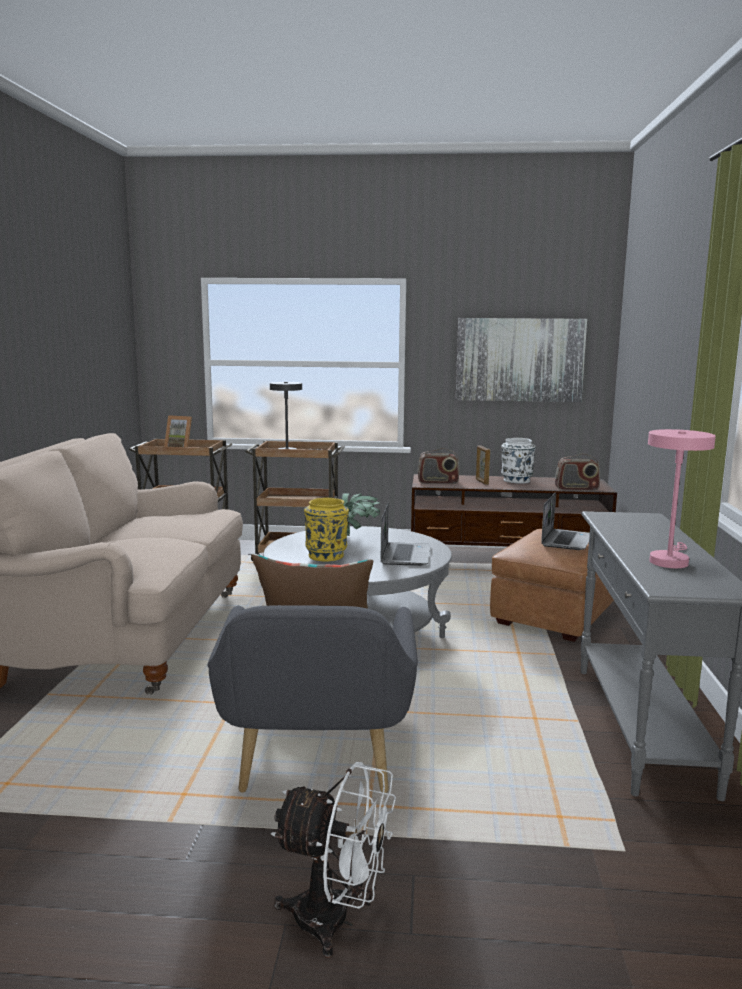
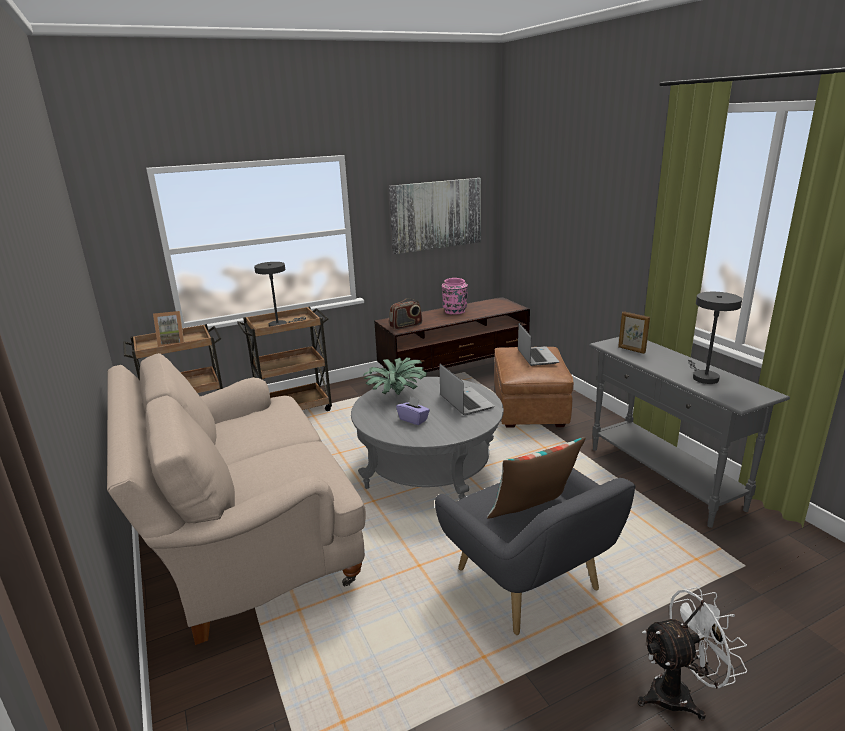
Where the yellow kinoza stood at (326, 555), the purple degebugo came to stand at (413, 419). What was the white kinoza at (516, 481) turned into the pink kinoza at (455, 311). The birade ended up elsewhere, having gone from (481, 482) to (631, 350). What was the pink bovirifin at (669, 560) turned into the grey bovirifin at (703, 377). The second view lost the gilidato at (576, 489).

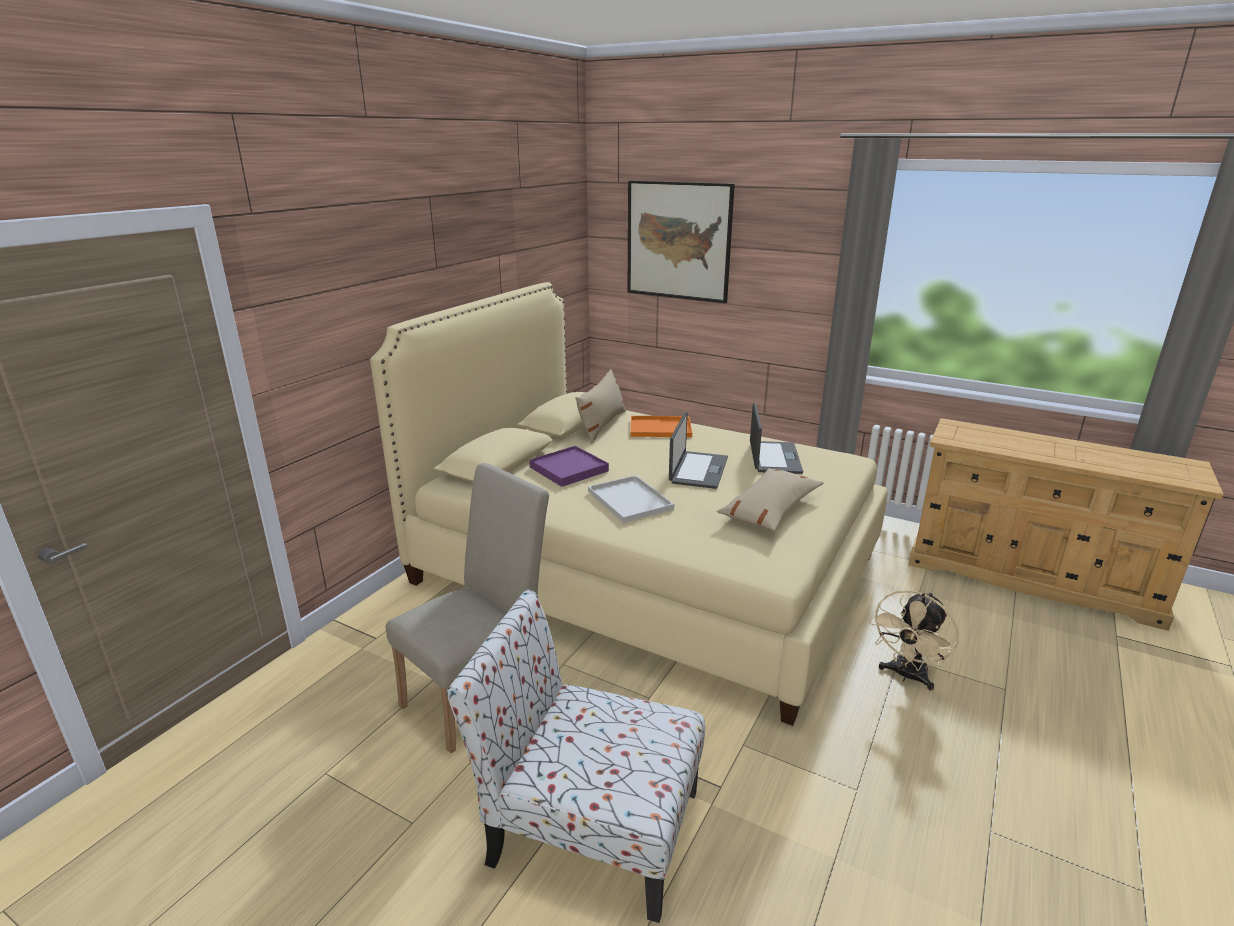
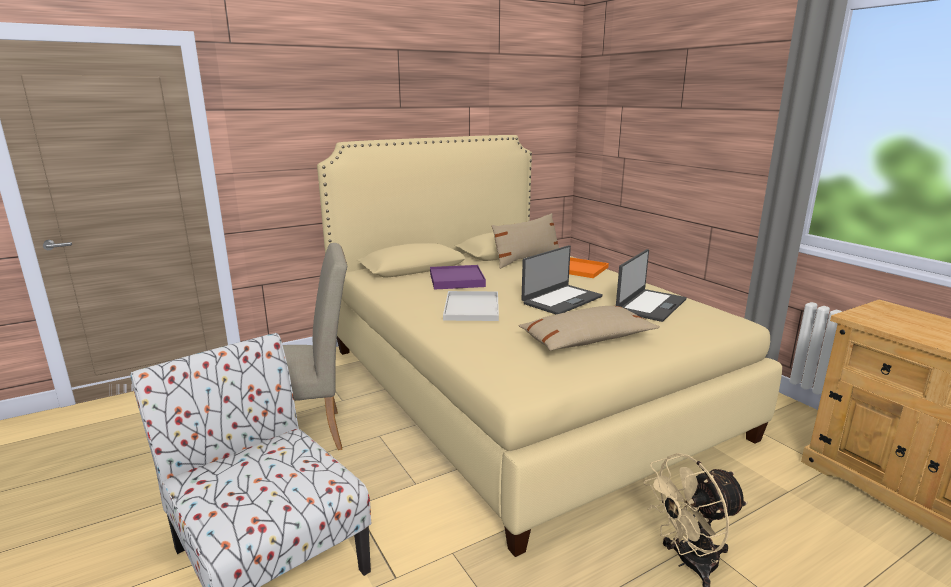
The second view lost the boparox at (678, 241).

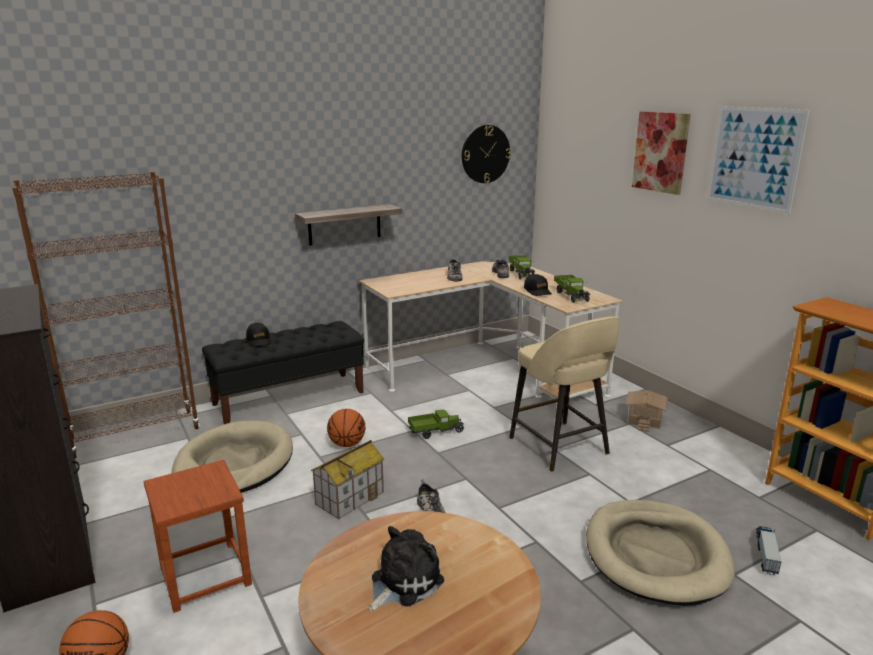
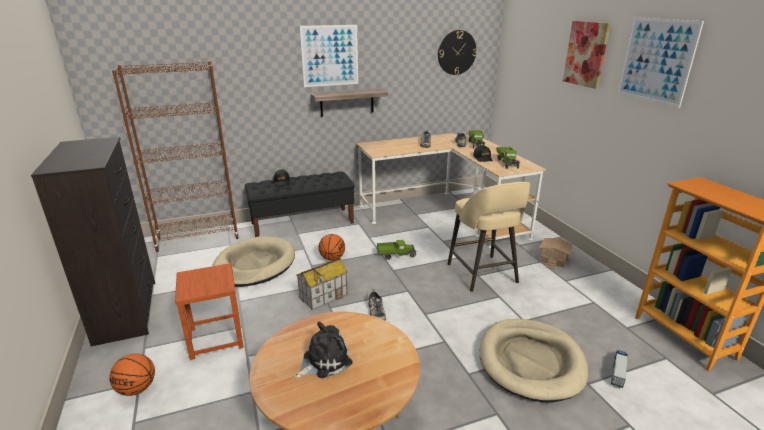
The second view gained the boparox at (330, 56).

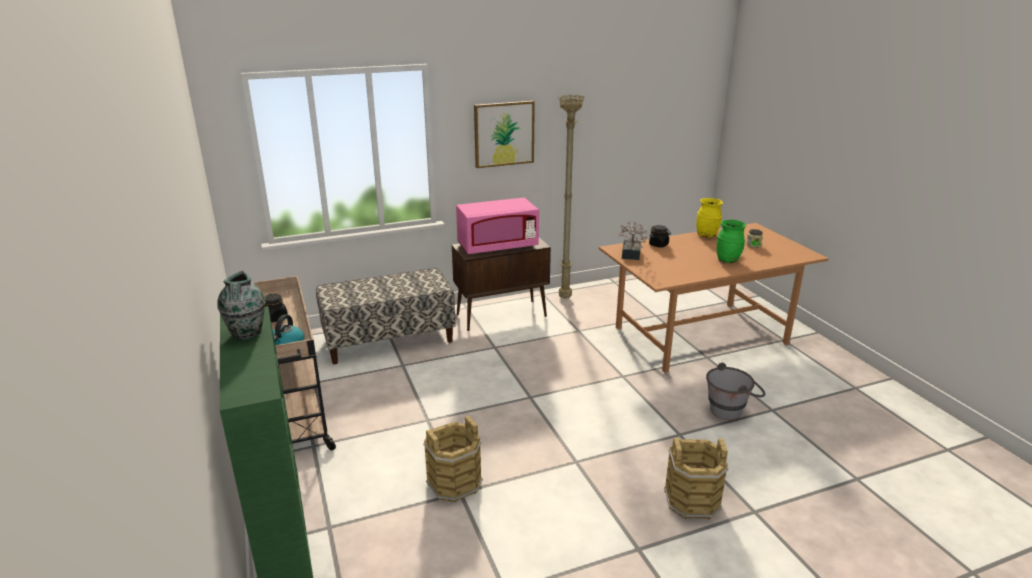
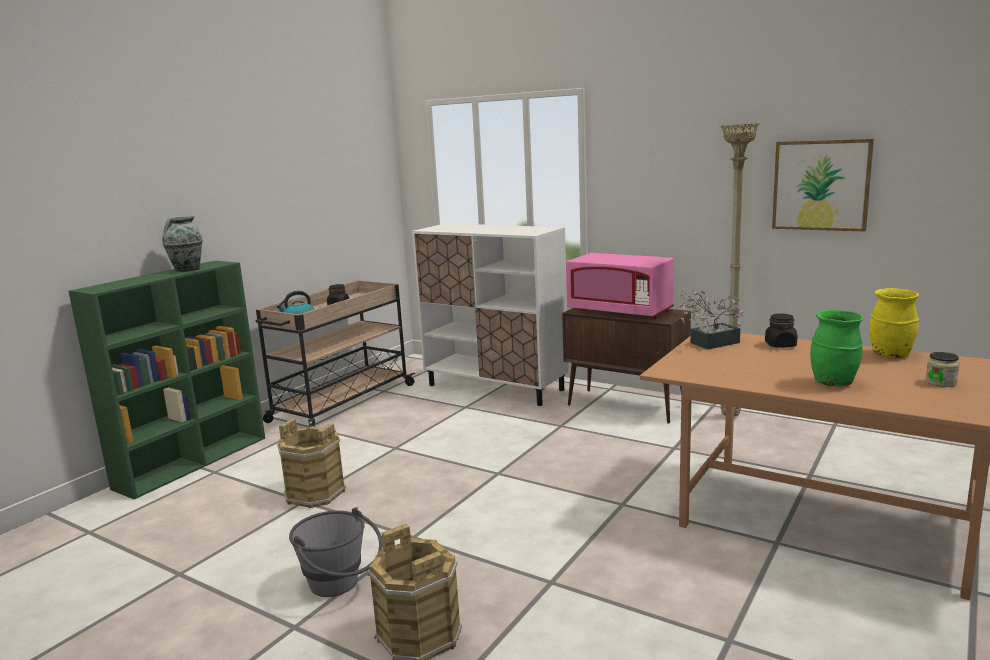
The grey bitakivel ended up elsewhere, having gone from (731, 410) to (341, 586). Where the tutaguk stood at (389, 340), the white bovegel came to stand at (496, 387). The boparox ended up elsewhere, having gone from (504, 134) to (821, 185).

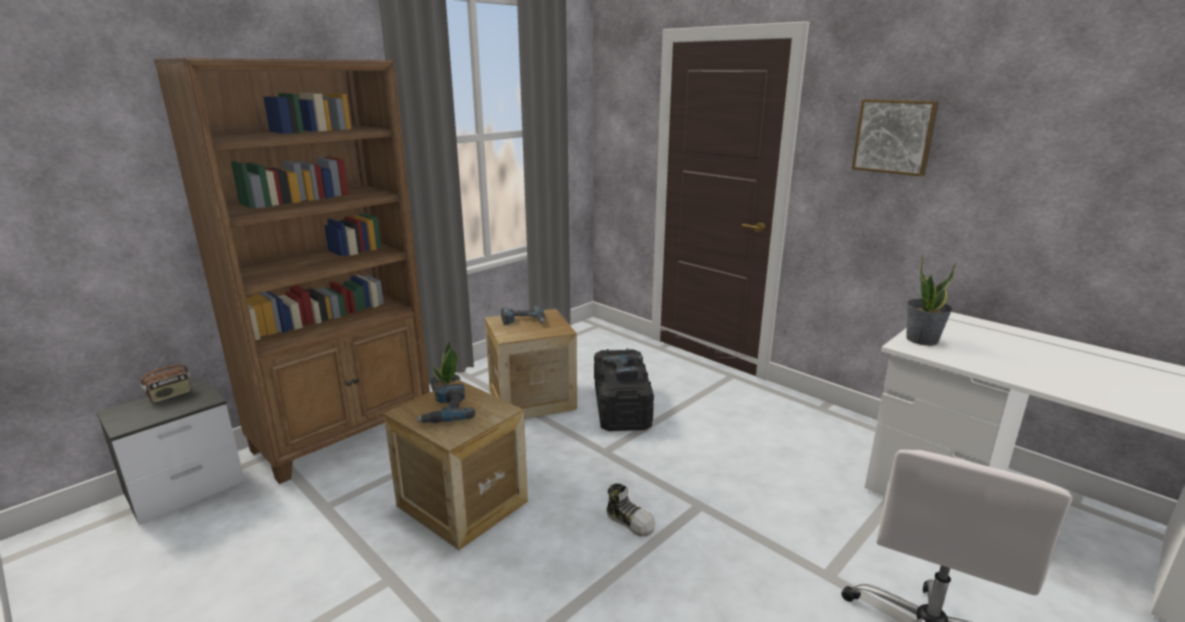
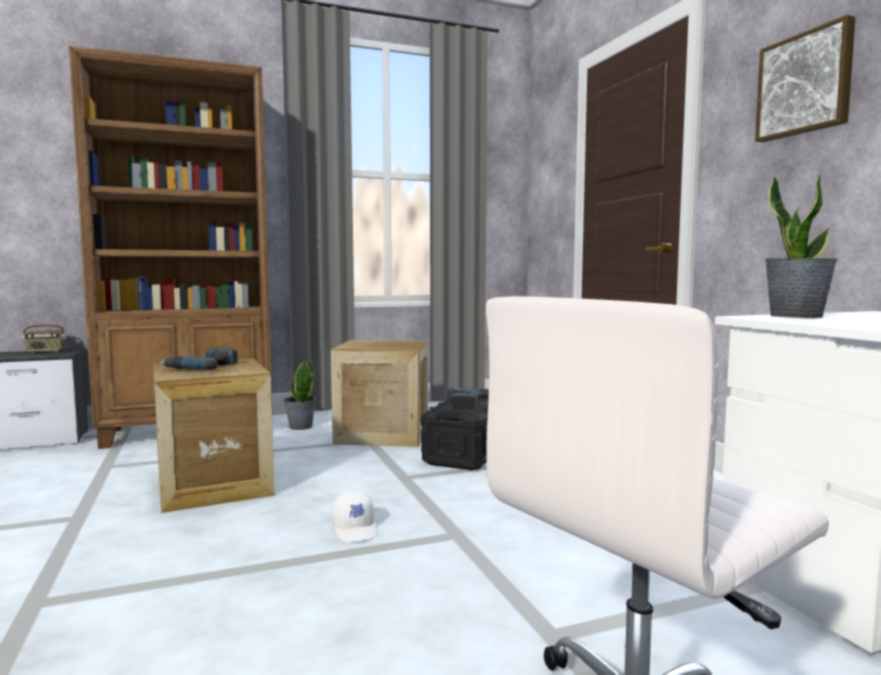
Where the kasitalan stood at (630, 521), the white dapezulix came to stand at (356, 529). The second view lost the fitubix at (523, 320).

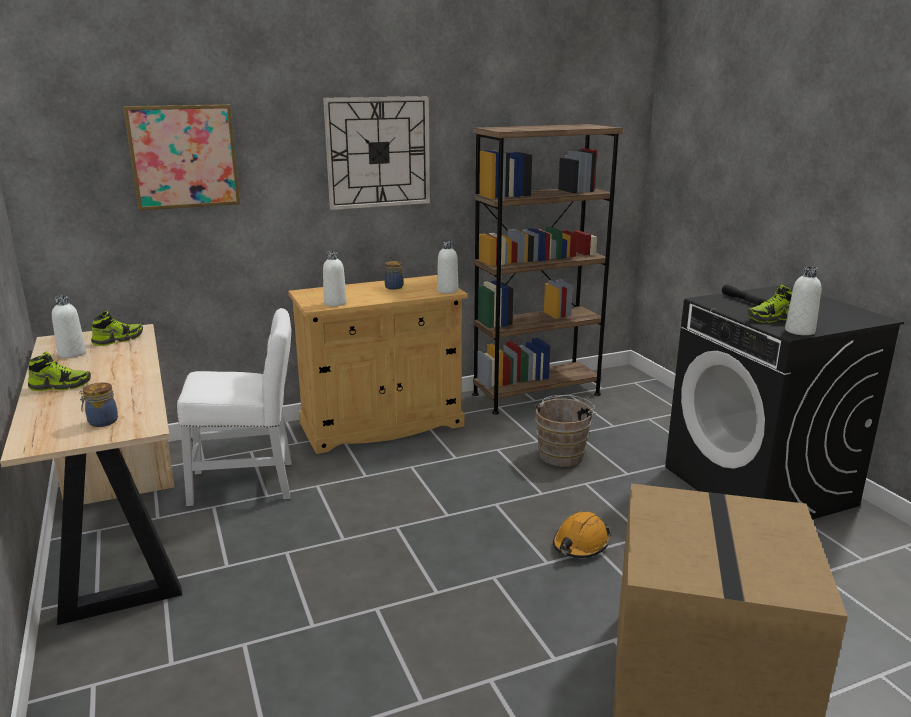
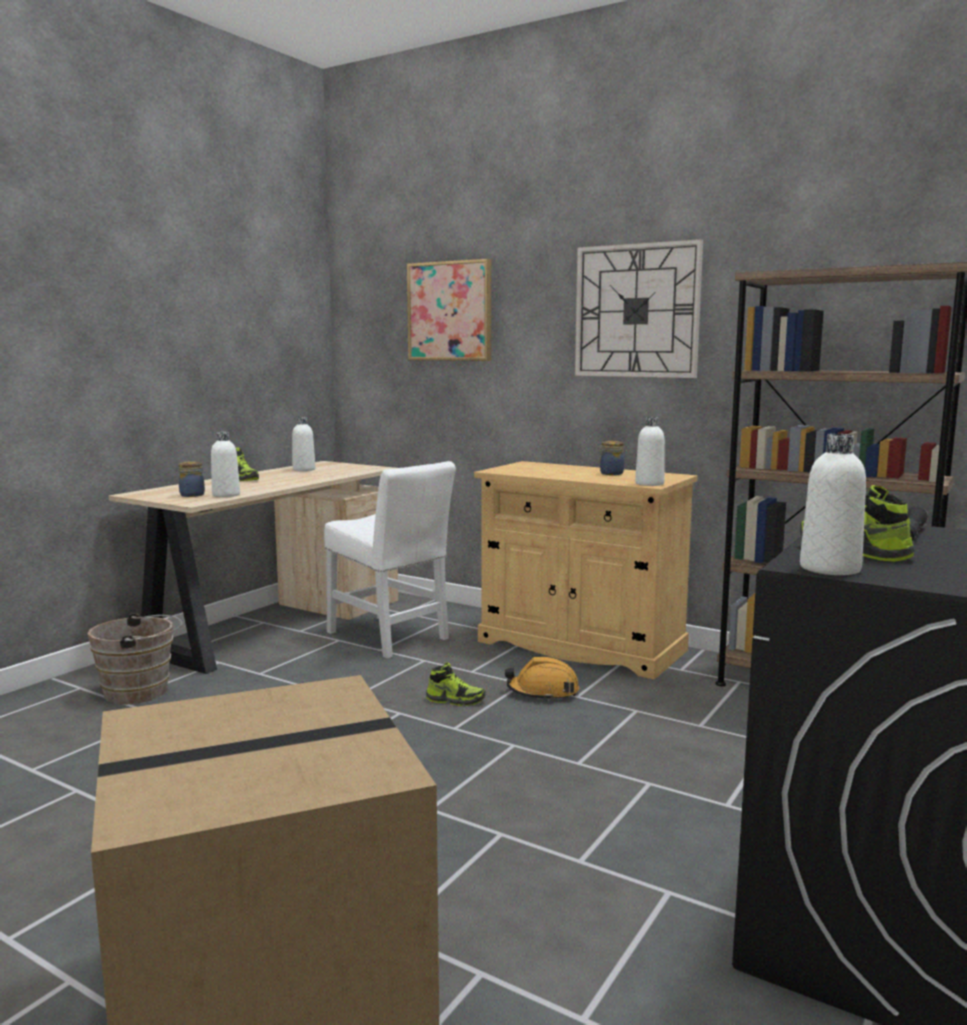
The brown bitakivel ended up elsewhere, having gone from (562, 454) to (142, 692). The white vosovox ended up elsewhere, having gone from (335, 303) to (226, 495). The kasitalan ended up elsewhere, having gone from (118, 340) to (455, 700). The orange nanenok ended up elsewhere, having gone from (580, 545) to (543, 692).

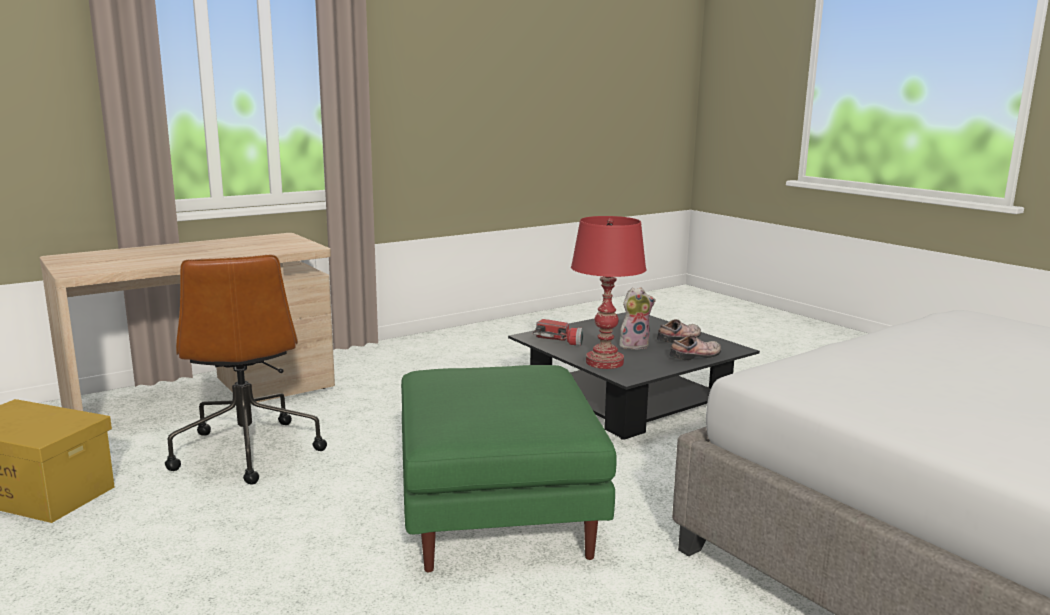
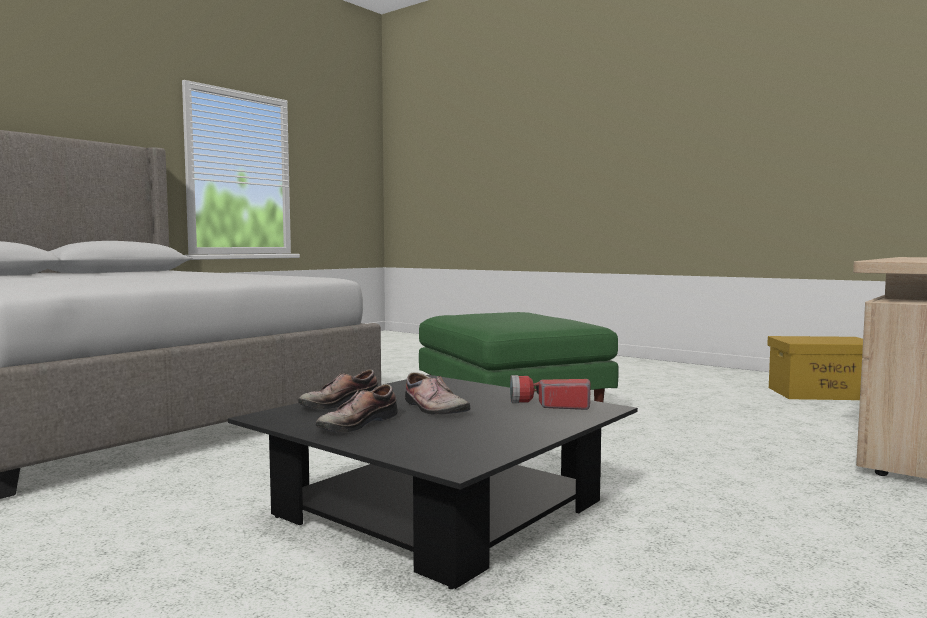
Where the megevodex stood at (634, 345), the kasitalan came to stand at (432, 409). The second view lost the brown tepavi at (246, 450). The second view lost the red bovirifin at (604, 362).

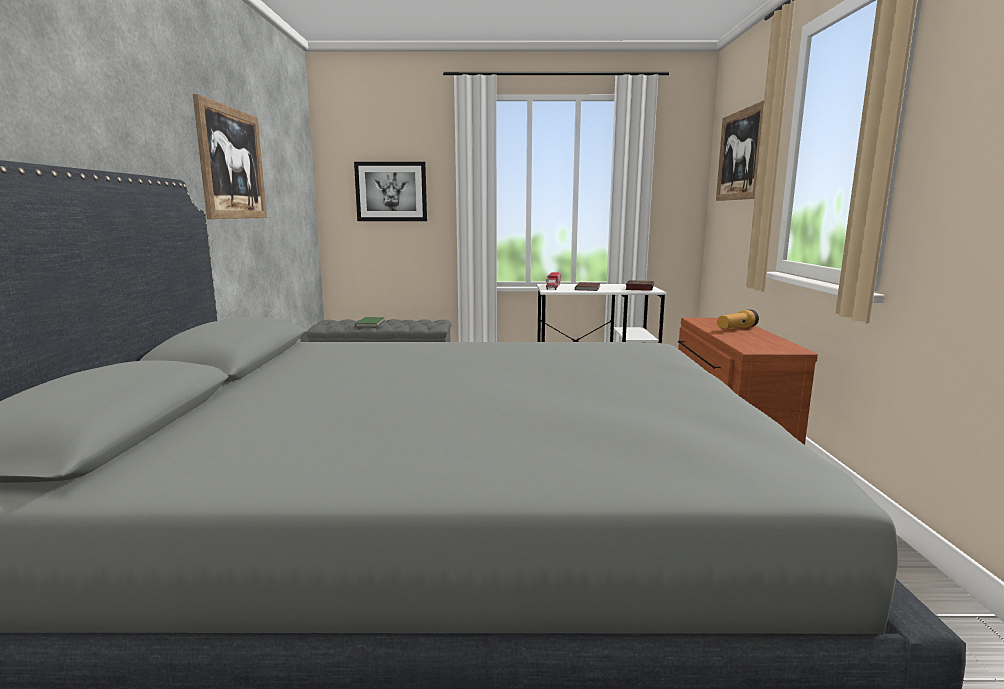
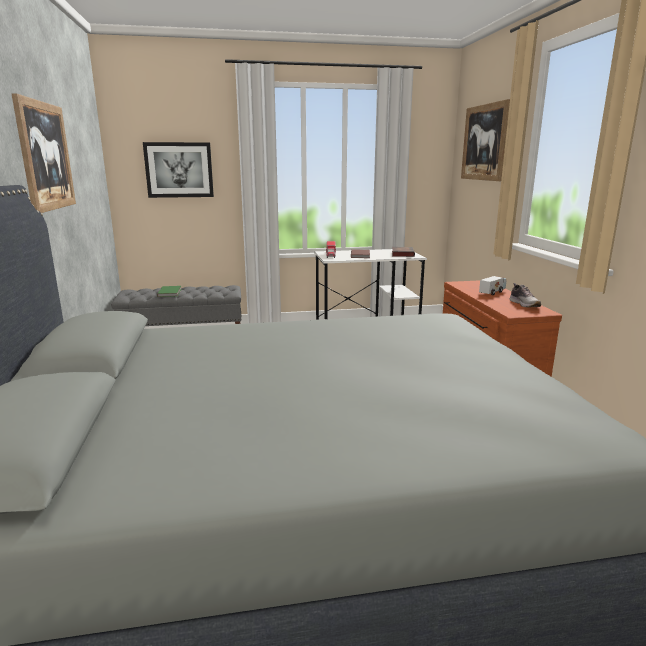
Where the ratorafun stood at (736, 328), the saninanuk came to stand at (492, 292). The second view gained the kasitalan at (524, 304).

